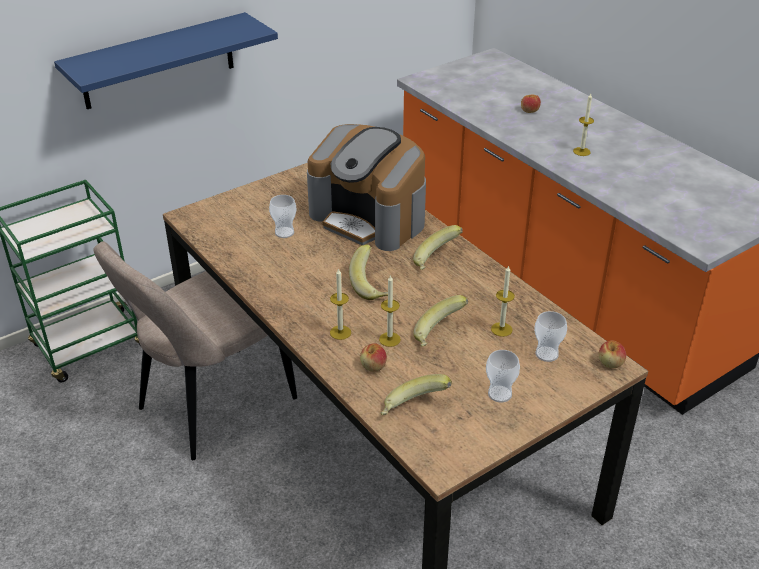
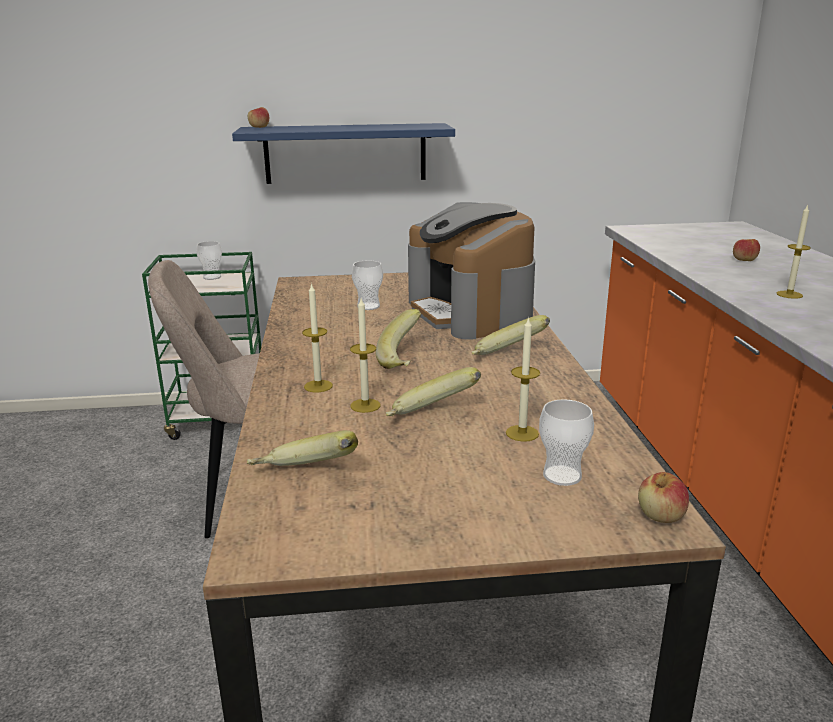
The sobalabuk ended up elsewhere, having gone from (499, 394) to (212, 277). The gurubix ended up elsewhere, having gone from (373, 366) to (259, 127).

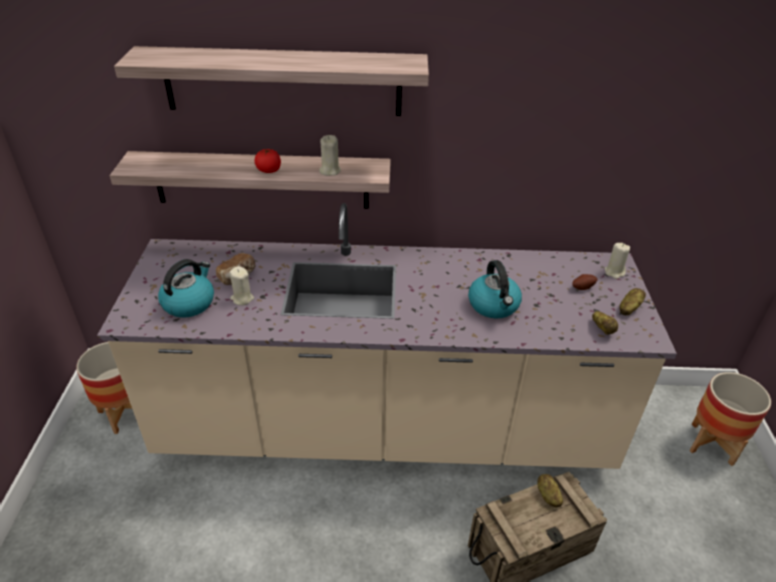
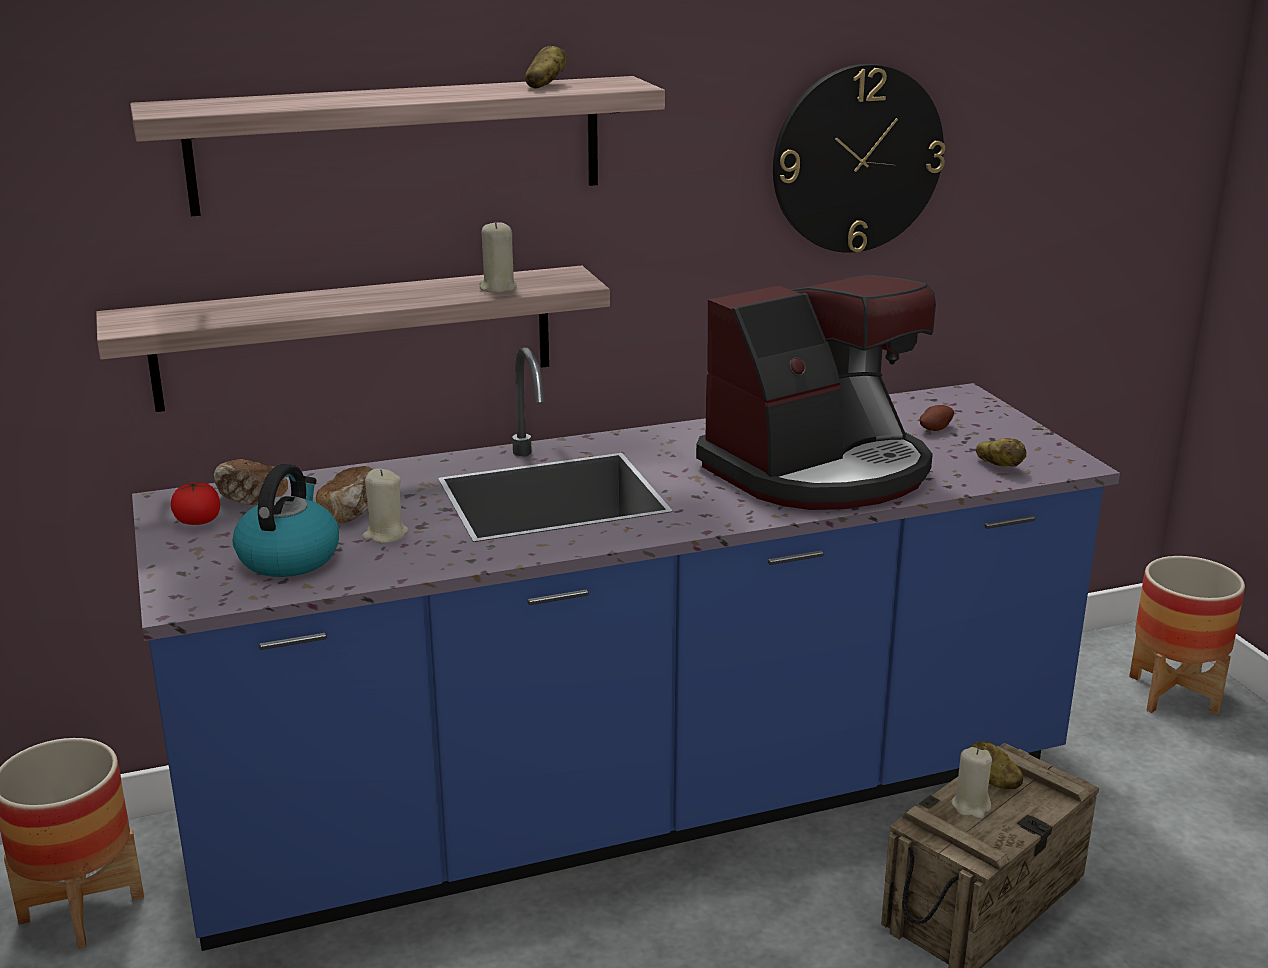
What was the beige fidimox at (384, 428) turned into the blue fidimox at (633, 802). The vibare ended up elsewhere, having gone from (269, 170) to (198, 521). The second view gained the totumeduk at (251, 499). The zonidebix ended up elsewhere, having gone from (629, 308) to (544, 86). Where the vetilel stood at (494, 305), the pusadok came to stand at (819, 470). The second view gained the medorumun at (857, 159). The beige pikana ended up elsewhere, having gone from (614, 272) to (971, 806).

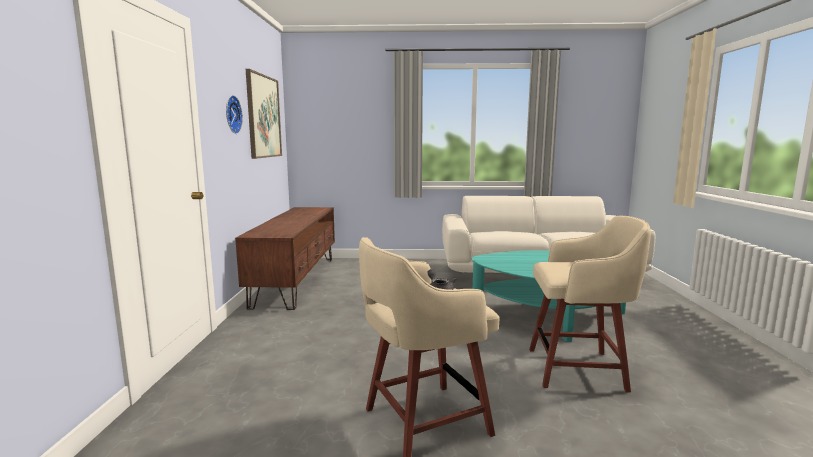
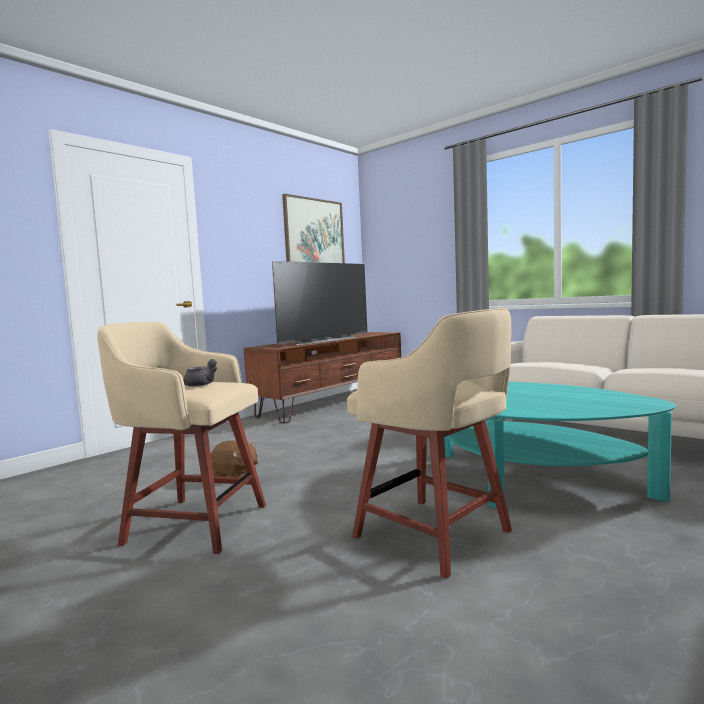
The second view gained the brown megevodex at (235, 475). The second view gained the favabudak at (323, 340). The second view lost the medorumun at (231, 114).

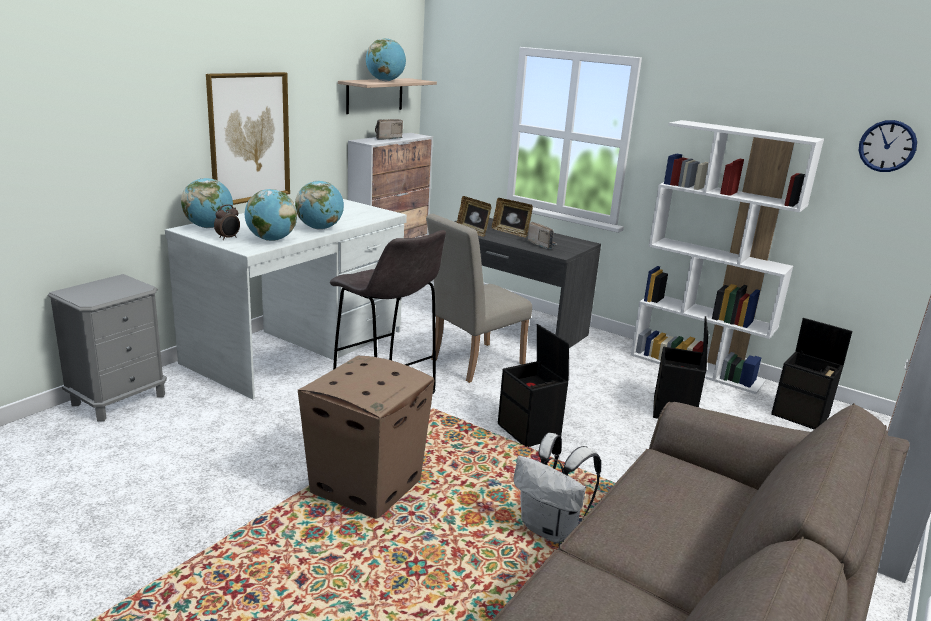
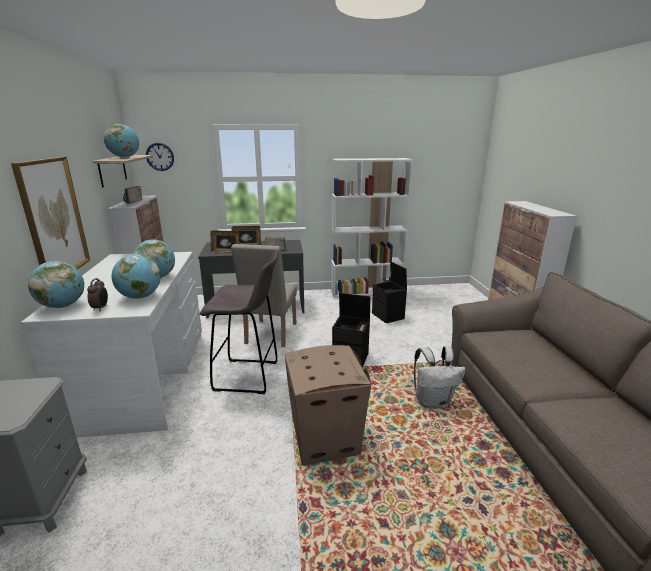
The medorumun ended up elsewhere, having gone from (887, 146) to (160, 156). The second view lost the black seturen at (801, 415).

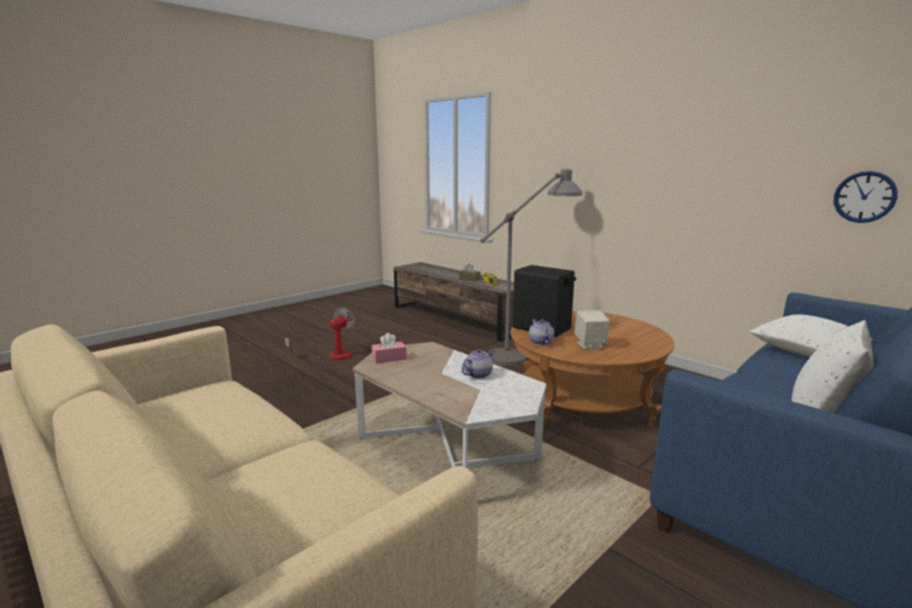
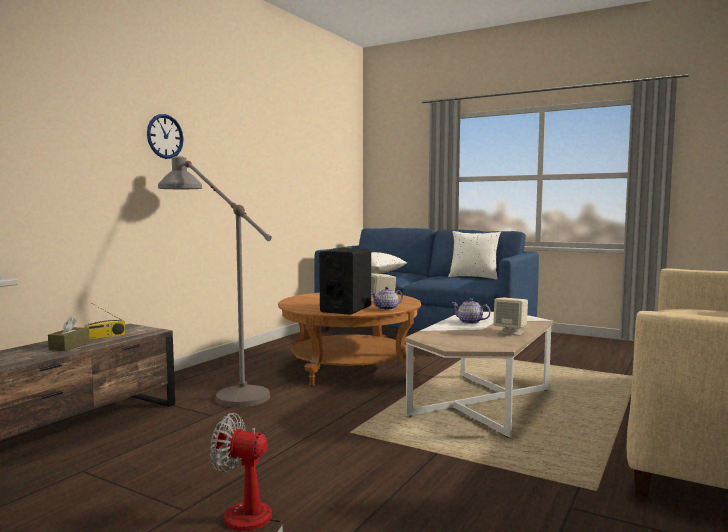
The medorumun ended up elsewhere, having gone from (864, 197) to (165, 136). The second view gained the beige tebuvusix at (510, 332). The second view lost the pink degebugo at (389, 358).

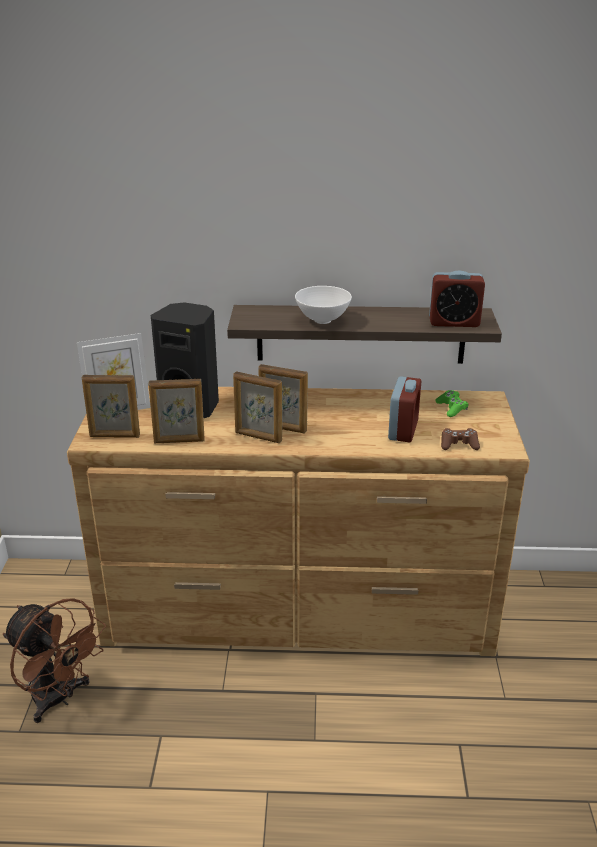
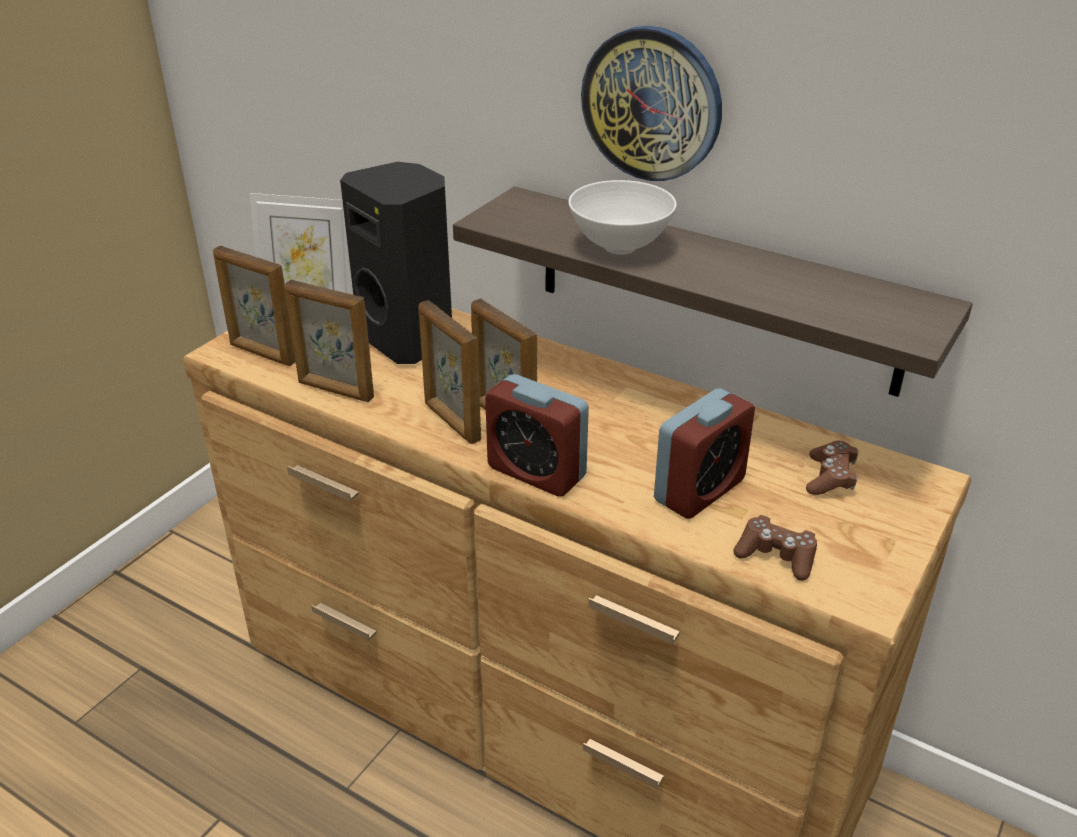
The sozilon ended up elsewhere, having gone from (454, 322) to (536, 472). The second view gained the medorumun at (652, 104). What was the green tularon at (451, 408) turned into the brown tularon at (830, 478). The second view lost the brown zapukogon at (59, 699).

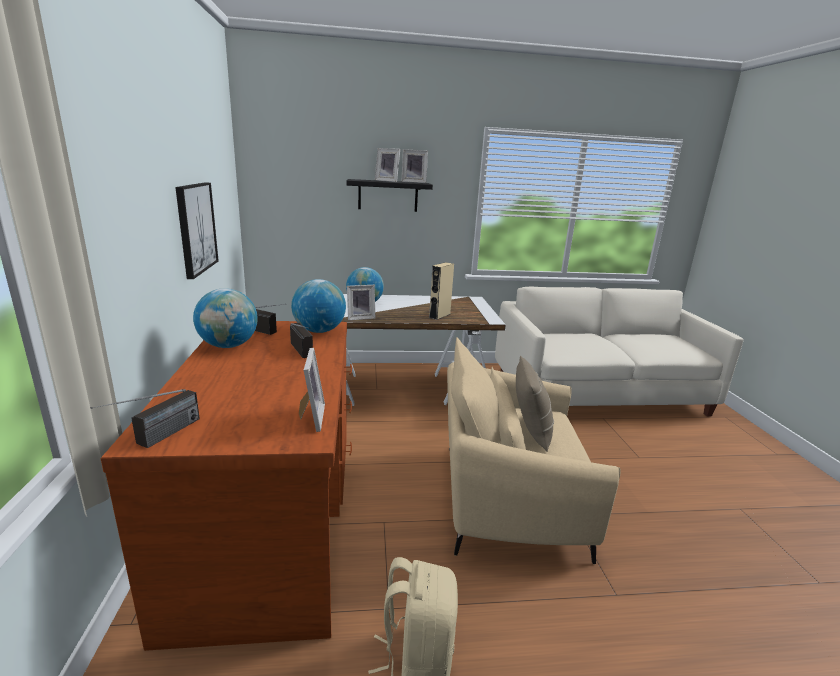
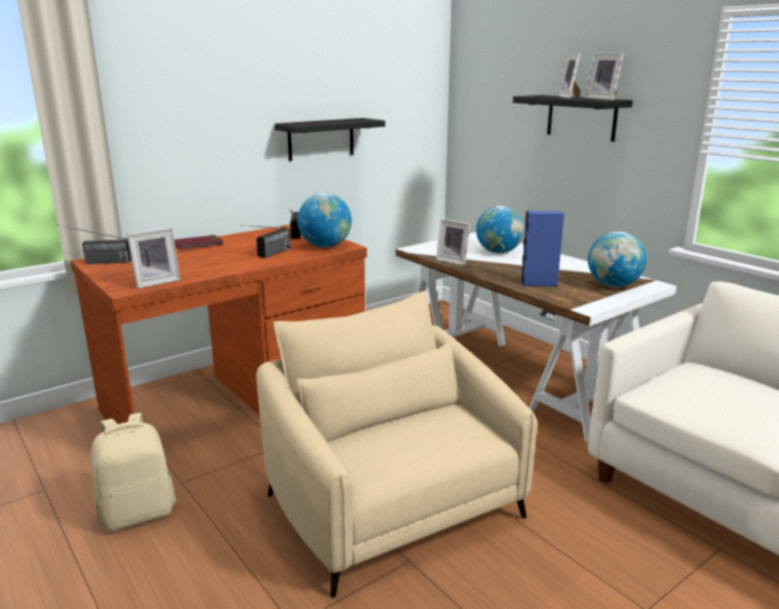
The second view gained the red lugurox at (198, 245). Where the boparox hung at (196, 228), the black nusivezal came to hang at (321, 139). What was the beige tebuvusix at (439, 315) turned into the blue tebuvusix at (539, 284). The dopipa ended up elsewhere, having gone from (228, 346) to (613, 285). The second view lost the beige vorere at (530, 430).

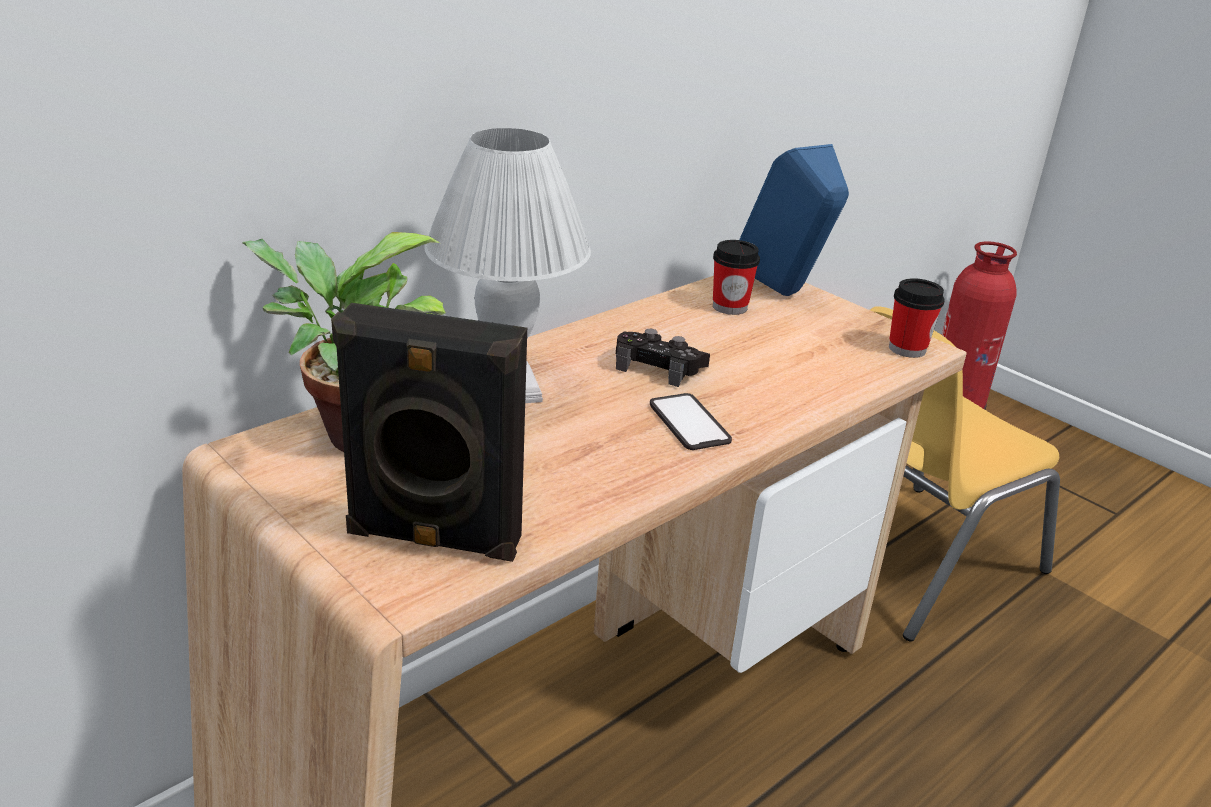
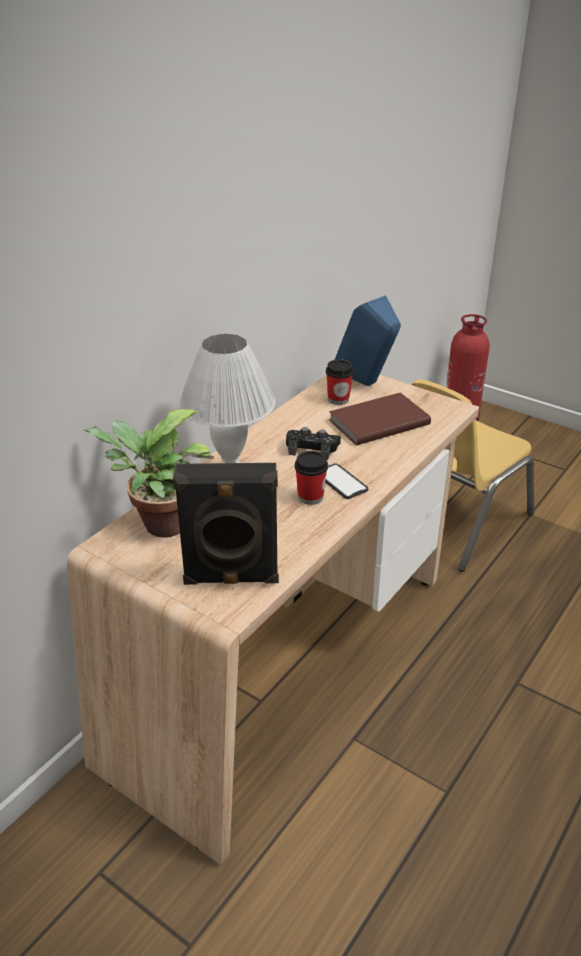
The sobalabuk ended up elsewhere, having gone from (907, 349) to (310, 497). The second view gained the brown lugurox at (377, 421).

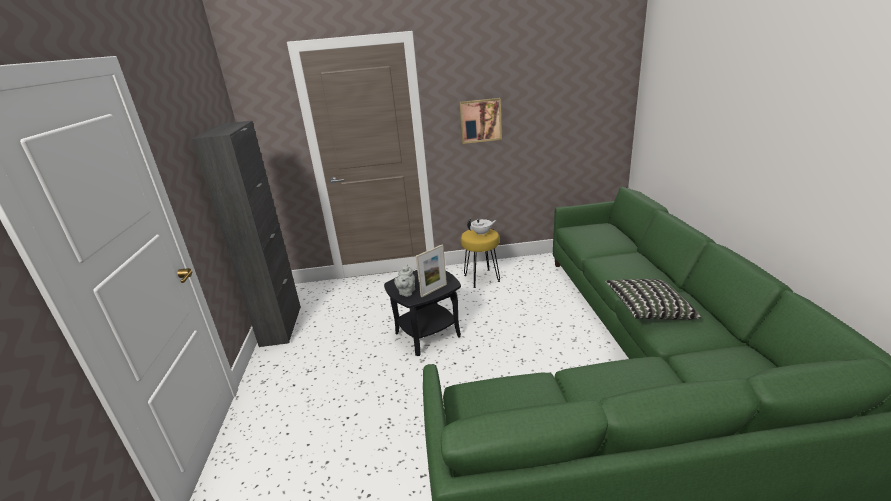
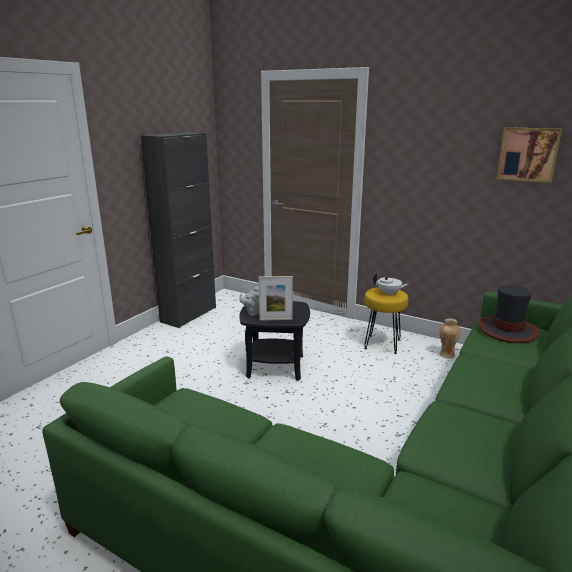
The second view gained the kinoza at (446, 355). The second view gained the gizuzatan at (507, 330). The boparox ended up elsewhere, having gone from (480, 120) to (528, 154). The second view lost the vorere at (648, 311).

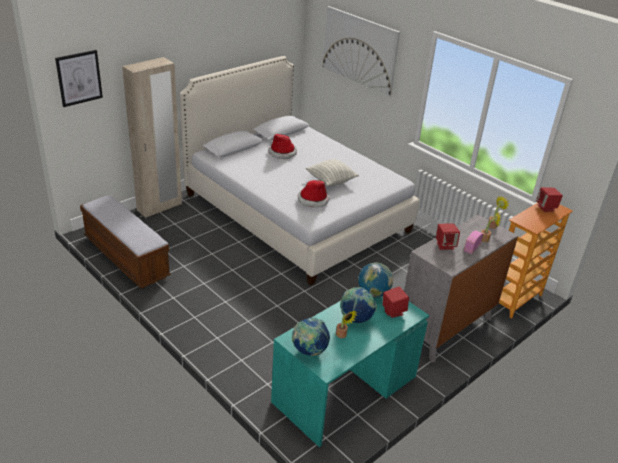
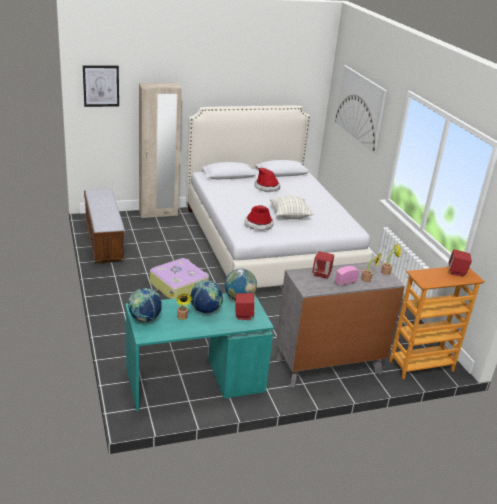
The second view gained the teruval at (179, 286).

